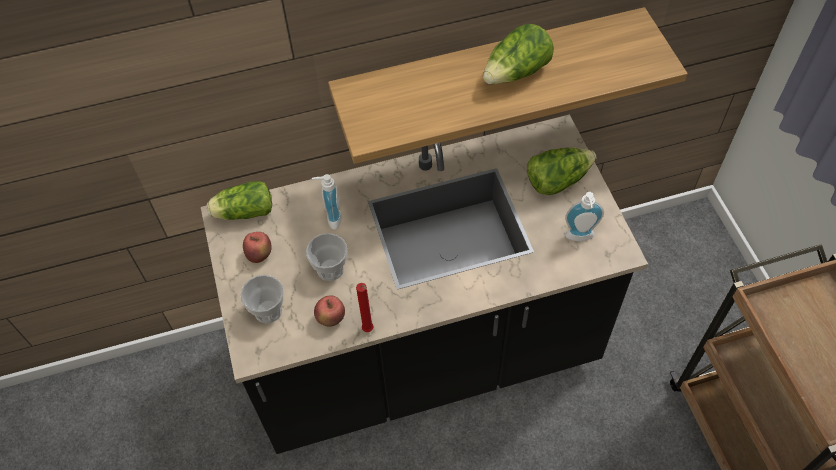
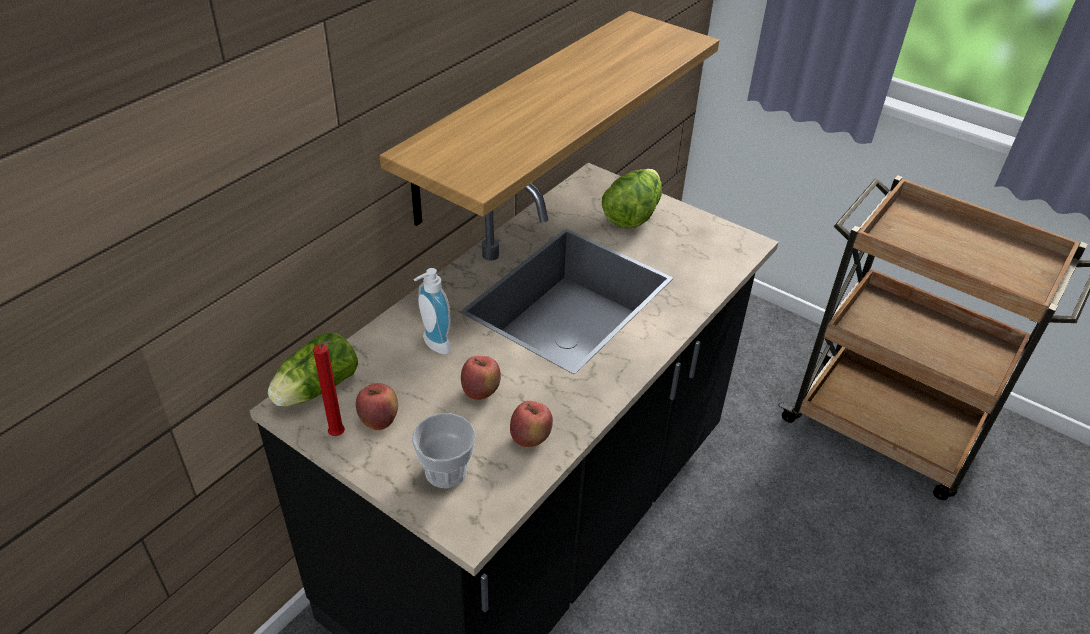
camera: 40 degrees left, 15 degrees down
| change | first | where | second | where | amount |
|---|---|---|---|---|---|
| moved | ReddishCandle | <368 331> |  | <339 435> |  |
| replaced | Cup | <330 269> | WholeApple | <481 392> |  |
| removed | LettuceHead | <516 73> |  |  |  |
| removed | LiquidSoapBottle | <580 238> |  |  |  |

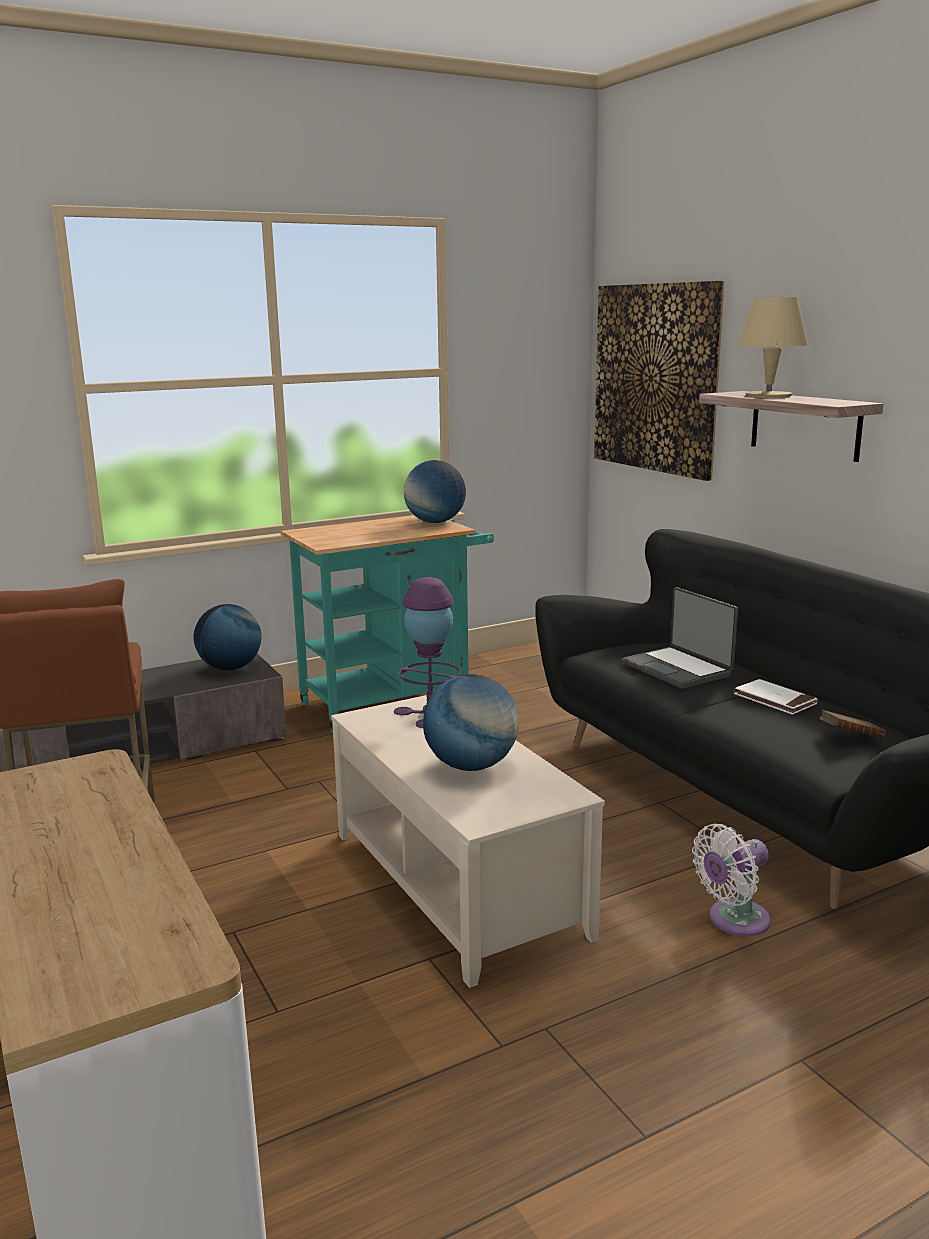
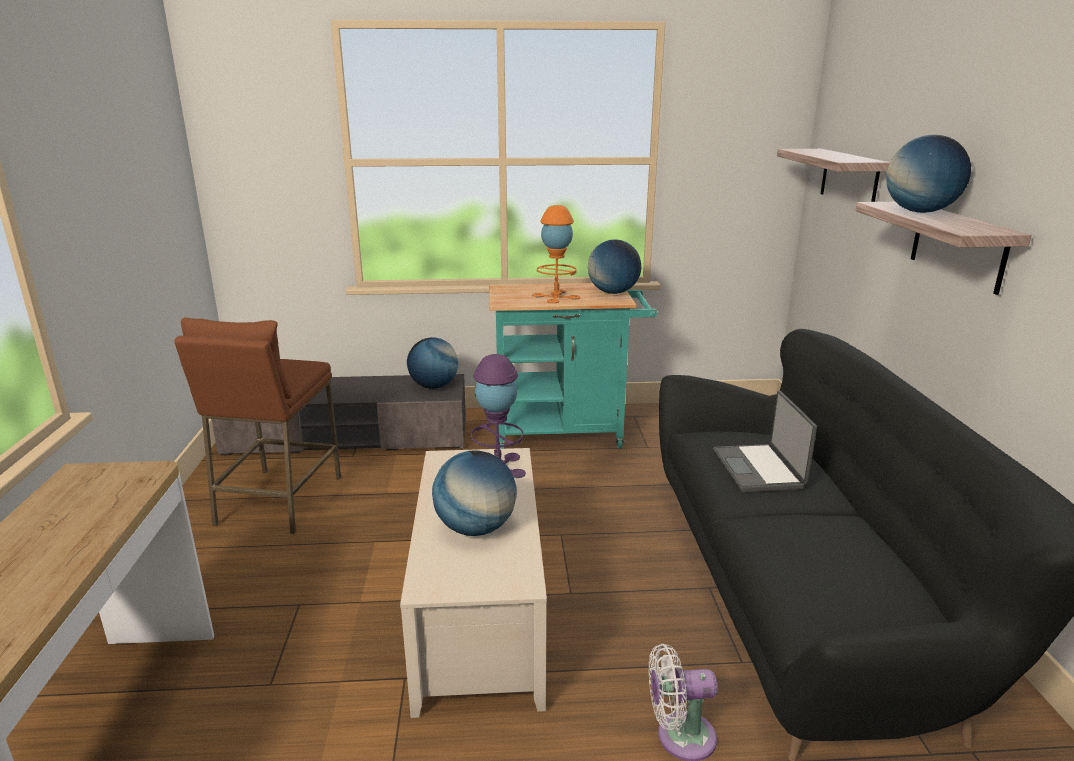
camera: 25 degrees right, 5 degrees up
| change | first | where | second | where | amount |
|---|---|---|---|---|---|
| added |  |  | OrangeTableLamp | <556 296> |  |
| replaced | WallPicture | <655 378> | WallShelf | <849 178> |  |
| replaced | BeigeTableLamp | <769 396> | WorldGlobe | <920 212> |  |
| removed | WhiteColouredBook | <775 700> |  |  |  |
| removed | BrownishBook | <850 738> |  |  |  |

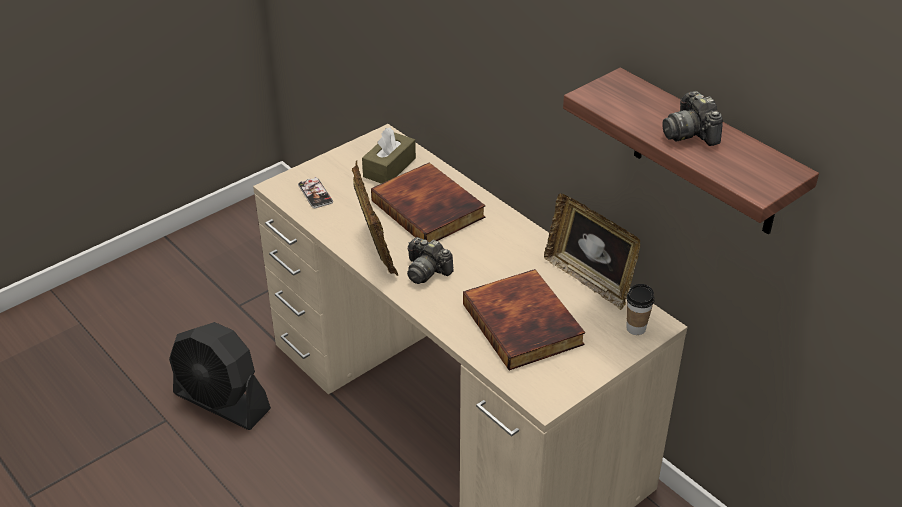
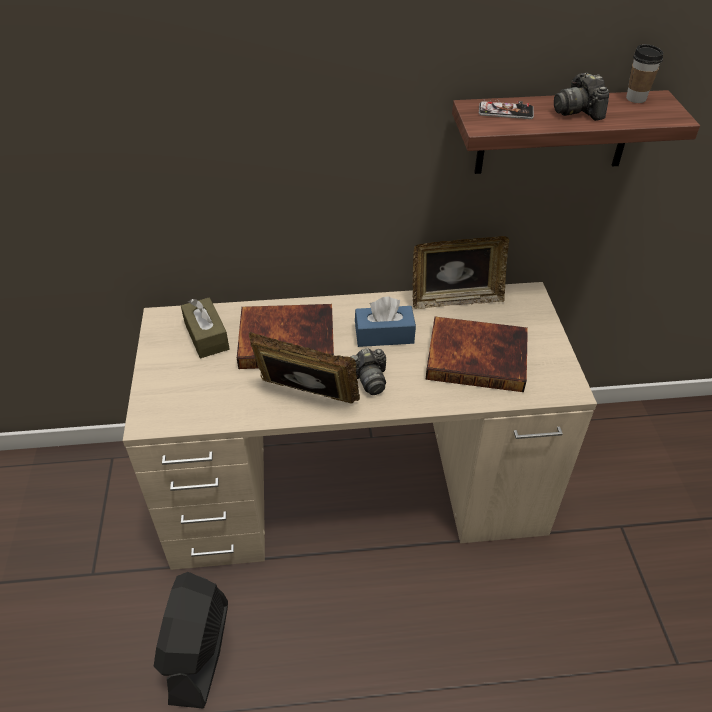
camera: 55 degrees left, 5 degrees up
| change | first | where | second | where | amount |
|---|---|---|---|---|---|
| turned | BlackColouredElectricFan | <222 402> |  | <199 652> | 120 degrees clockwise |
| added |  |  | BlueColouredTissueHolder | <384 335> |  |
| moved | Handset | <315 194> |  | <505 111> |  |
| turned | PhotoCamera | <690 133> |  | <578 110> | 60 degrees clockwise |
| moved | Cup | <636 328> |  | <636 98> |  |

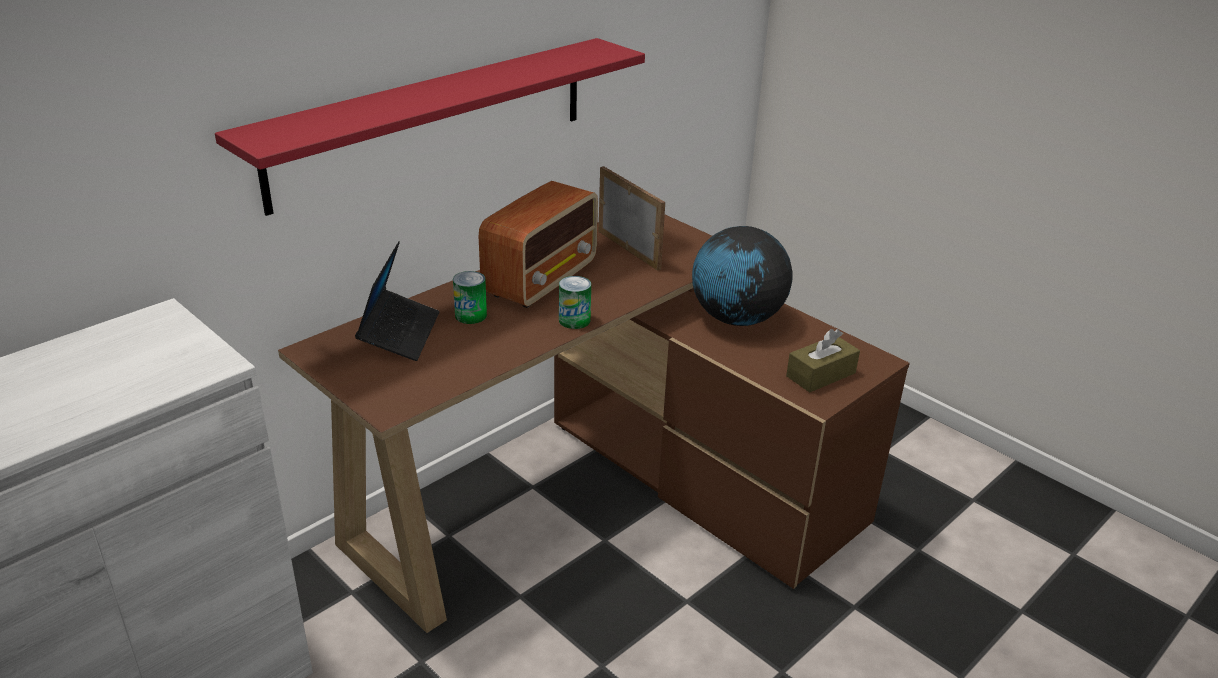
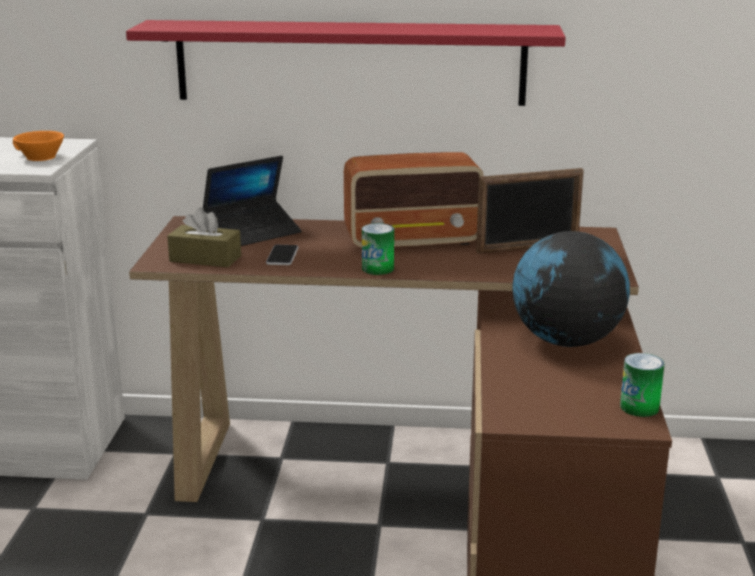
camera: 50 degrees right, 10 degrees down
| change | first | where | second | where | amount |
|---|---|---|---|---|---|
| added |  |  | OrangeCup | <38 157> |  |
| moved | BrownishTissueHolder | <821 375> |  | <205 258> |  |
| added |  |  | Handset | <282 256> |  |
| turned | StandingFrame | <629 249> |  | <528 248> | 60 degrees clockwise |
| moved | Can | <471 315> |  | <639 407> |  |

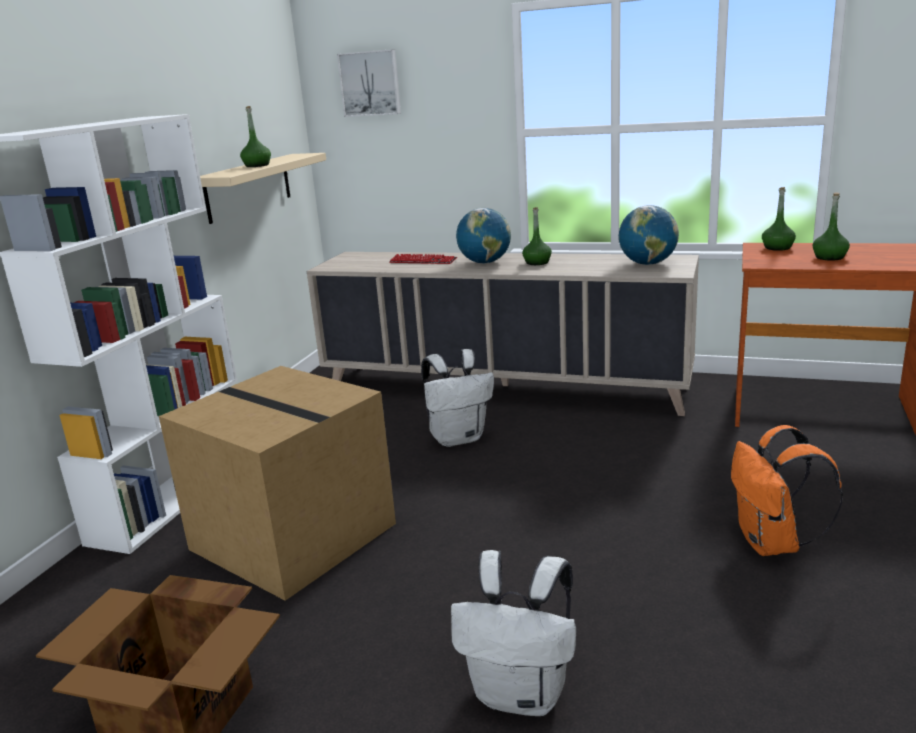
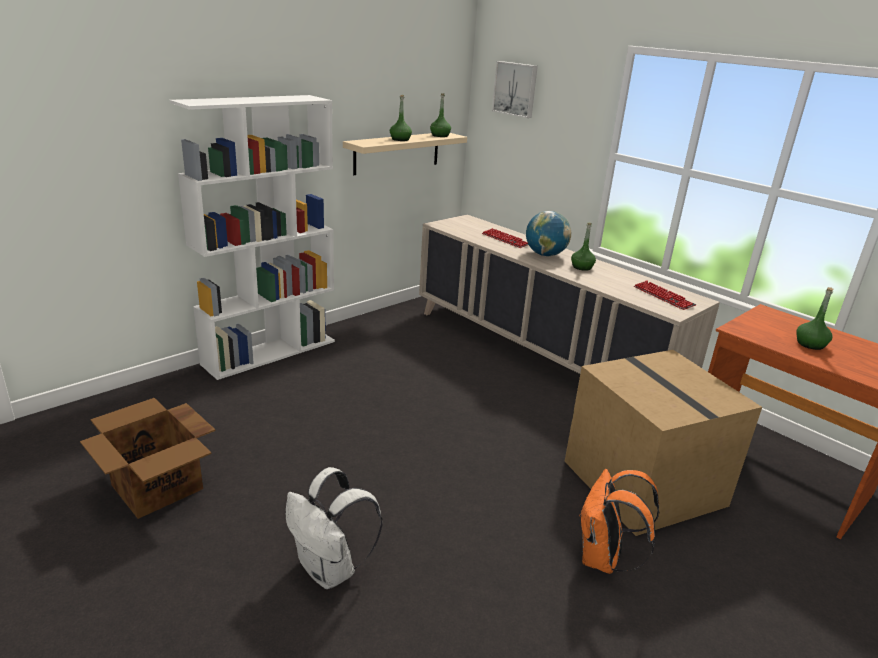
camera: 25 degrees right, 5 degrees up
| change | first | where | second | where | amount |
|---|---|---|---|---|---|
| moved | GreenishBottle | <777 248> |  | <440 135> |  |
| moved | PackingBox | <297 536> |  | <646 483> |  |
| replaced | WorldGlobe | <647 264> | ComputerKeyboard | <663 296> |  |
| removed | WhiteColouredKnapsack | <458 438> |  |  |  |

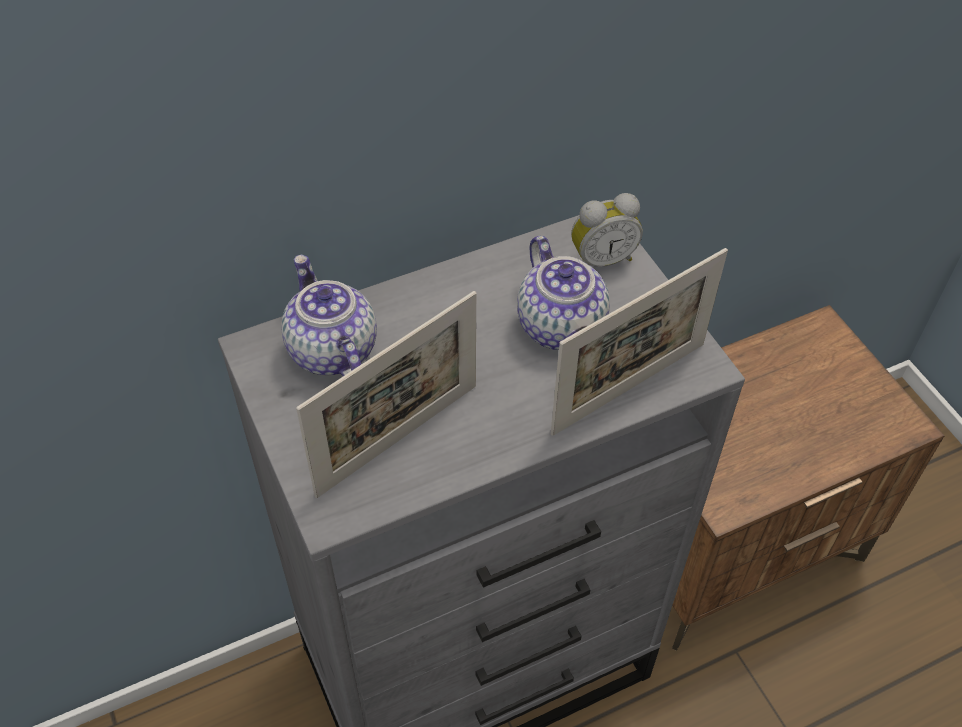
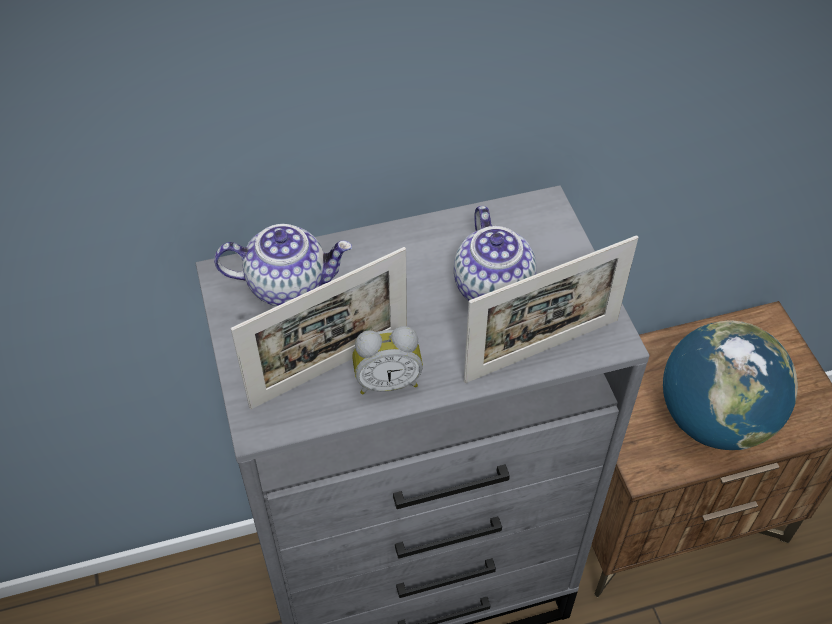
camera: 10 degrees right, 0 degrees up
| change | first | where | second | where | amount |
|---|---|---|---|---|---|
| turned | Teapot | <331 350> |  | <288 284> | 105 degrees clockwise |
| moved | AlarmClock | <601 259> |  | <387 381> |  |
| added |  |  | WorldGlobe | <713 419> |  |

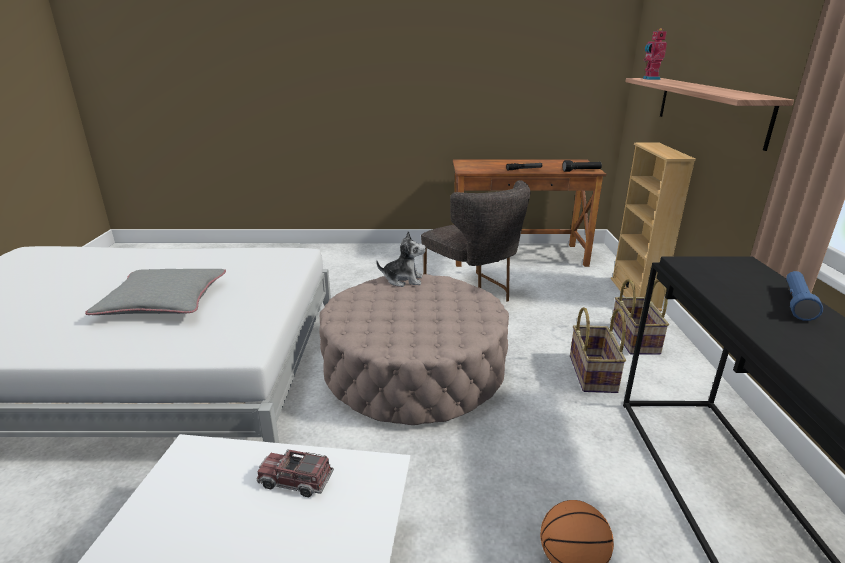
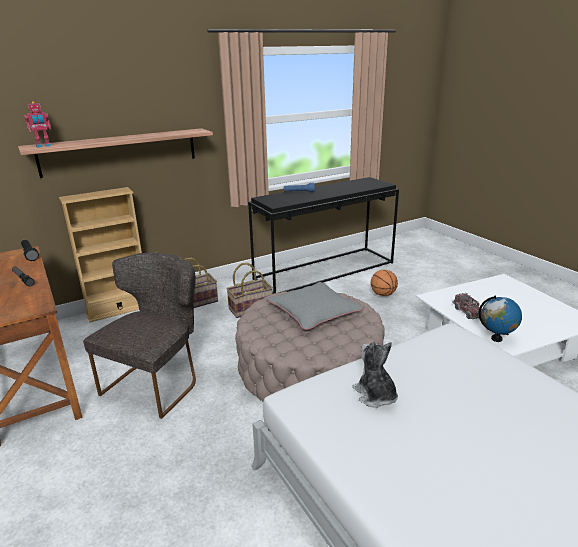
camera: 120 degrees left, 0 degrees up
| change | first | where | second | where | amount |
|---|---|---|---|---|---|
| moved | GrayCushion | <164 301> |  | <314 311> |  |
| moved | CuddlyToy | <403 280> |  | <375 395> |  |
| added |  |  | WorldGlobe | <496 338> |  |

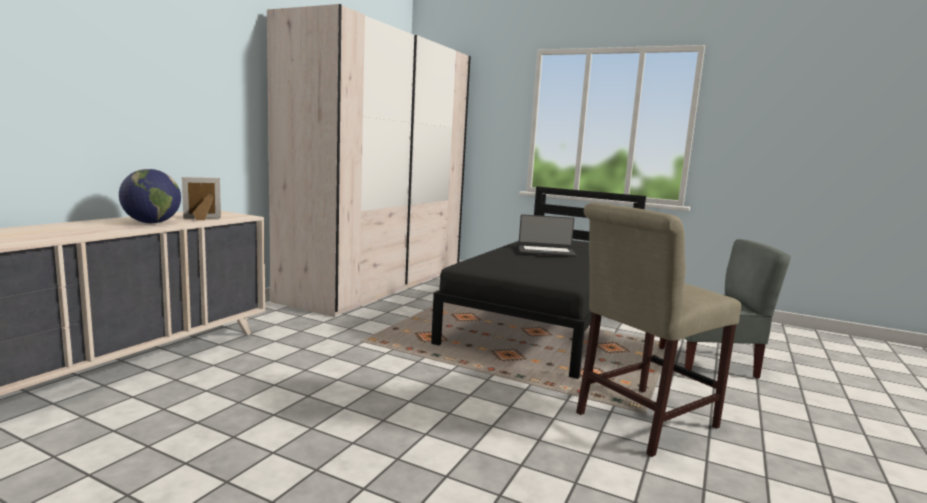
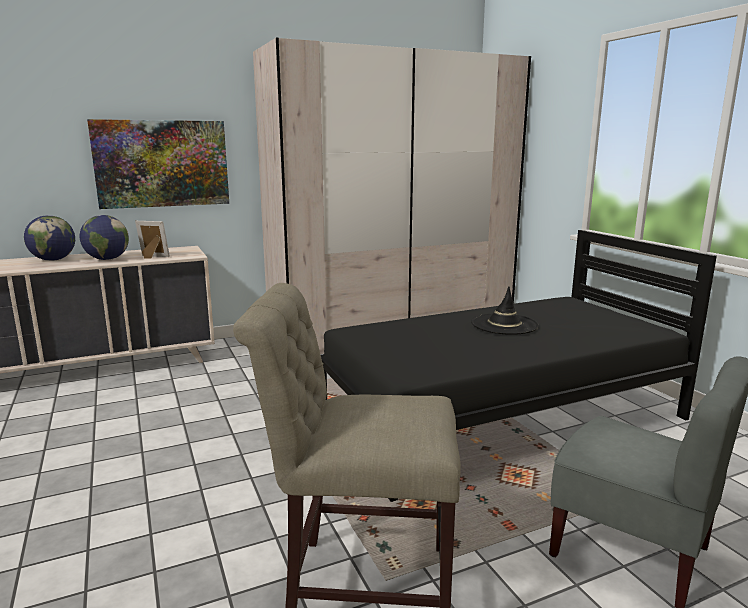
camera: 40 degrees right, 5 degrees up
| change | first | where | second | where | amount |
|---|---|---|---|---|---|
| added |  |  | WorldGlobe | <53 260> |  |
| added |  |  | WallPicture | <162 163> |  |
| replaced | PortableComputer | <546 251> | BlackColouredWearableHat | <504 324> |  |

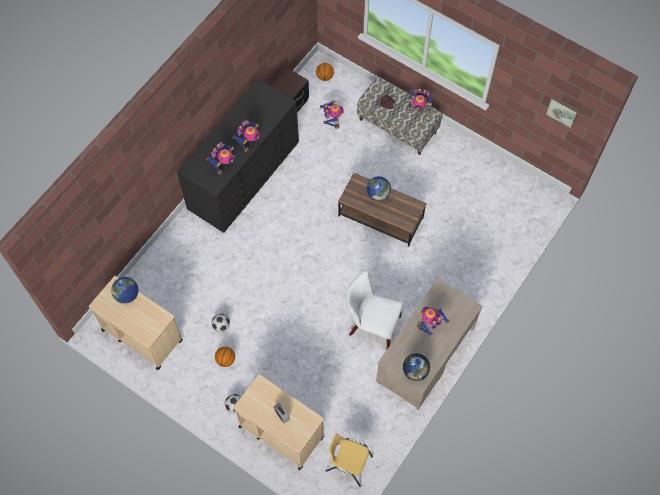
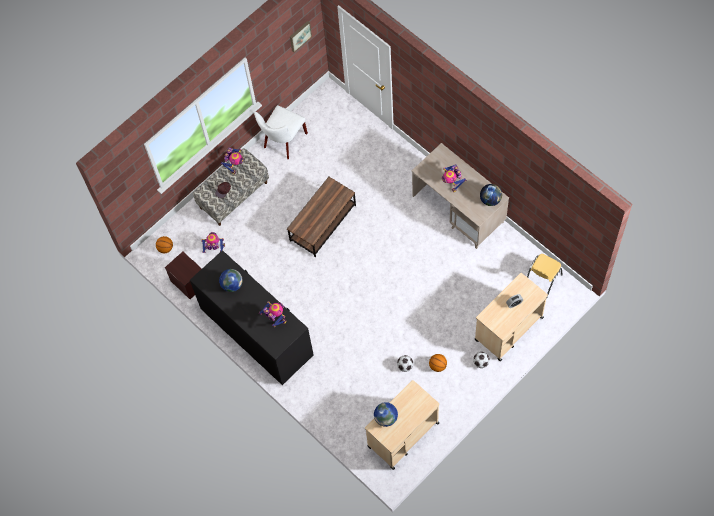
camera: 75 degrees left, 0 degrees up
| change | first | where | second | where | amount |
|---|---|---|---|---|---|
| moved | WorldGlobe | <378 194> |  | <232 285> |  |
| moved | WhiteColouredChair | <371 325> |  | <283 142> |  |
| removed | ModelRobot | <249 141> |  |  |  |

